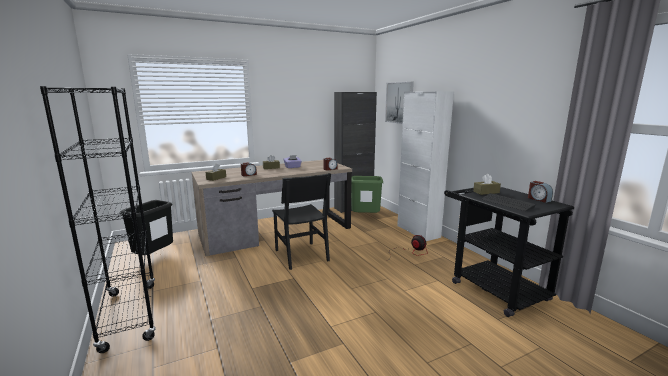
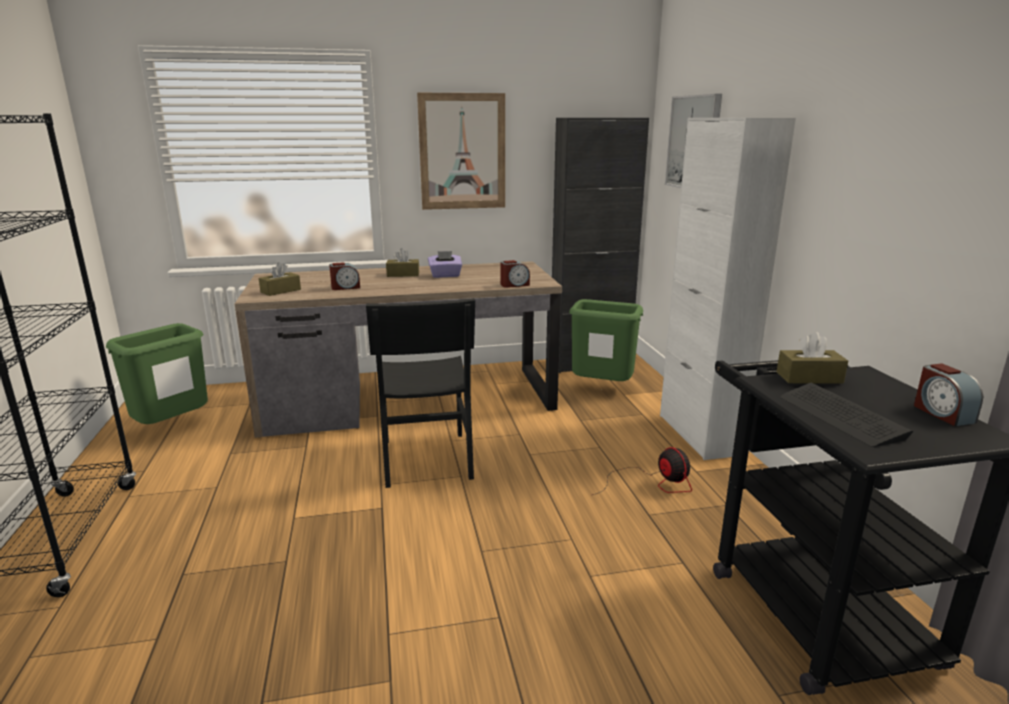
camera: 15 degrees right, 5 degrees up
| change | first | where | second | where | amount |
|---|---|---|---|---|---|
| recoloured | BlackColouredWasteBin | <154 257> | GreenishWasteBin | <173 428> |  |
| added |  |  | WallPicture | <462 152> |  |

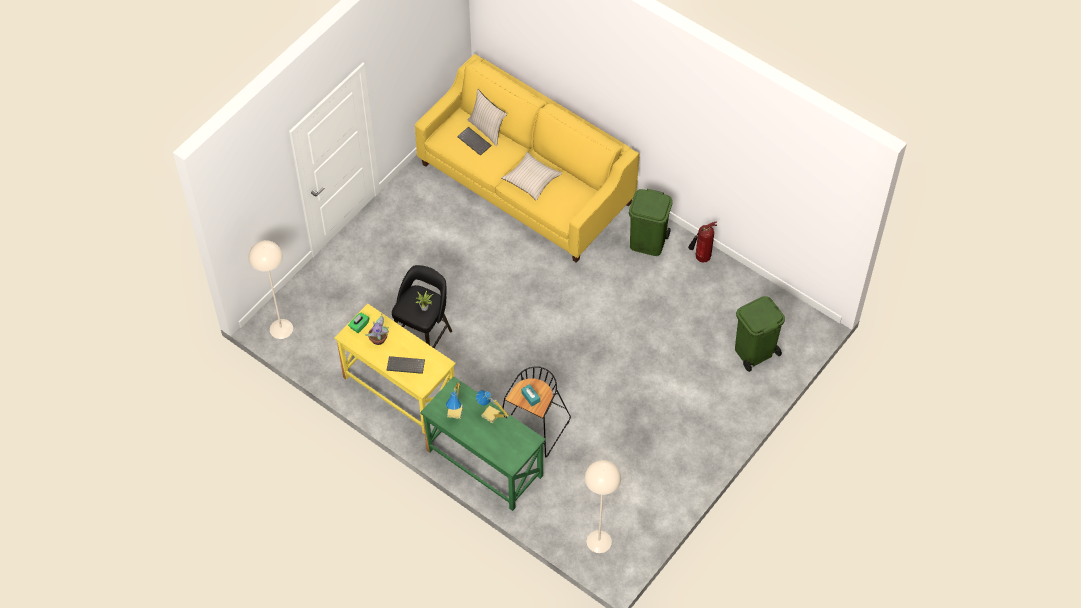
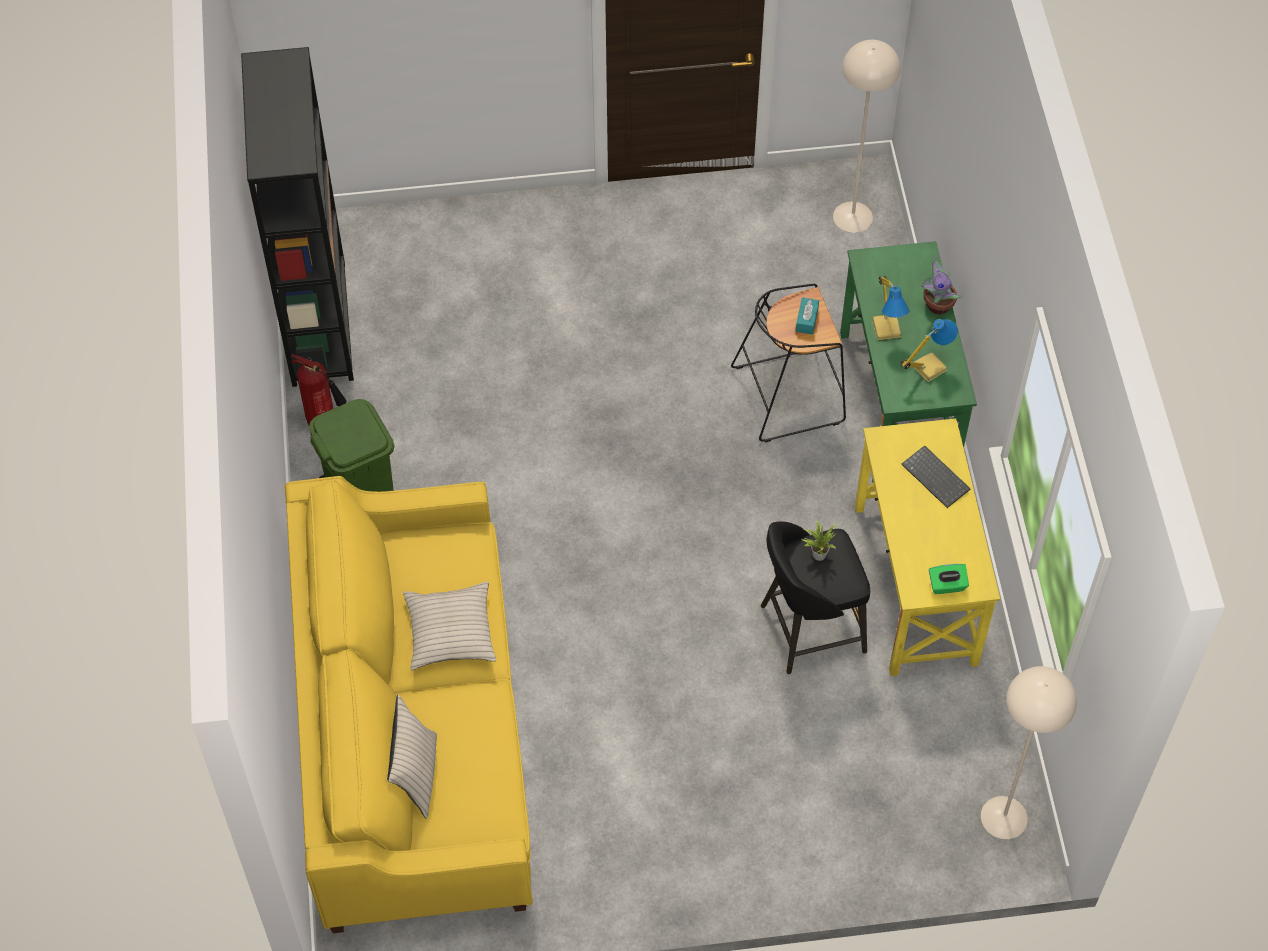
camera: 135 degrees left, 0 degrees up
| change | first | where | second | where | amount |
|---|---|---|---|---|---|
| added |  |  | BlackColouredBookshelf | <319 323> |  |
| moved | PlantInAPot | <379 339> |  | <936 305> |  |
| removed | ComputerKeyboard | <475 141> |  |  |  |
| removed | GreenishWasteBin | <754 352> |  |  |  |

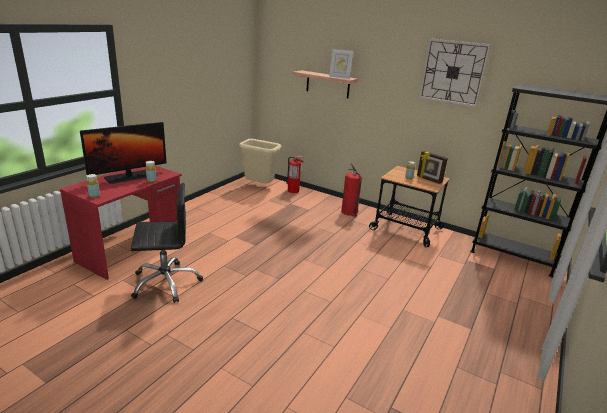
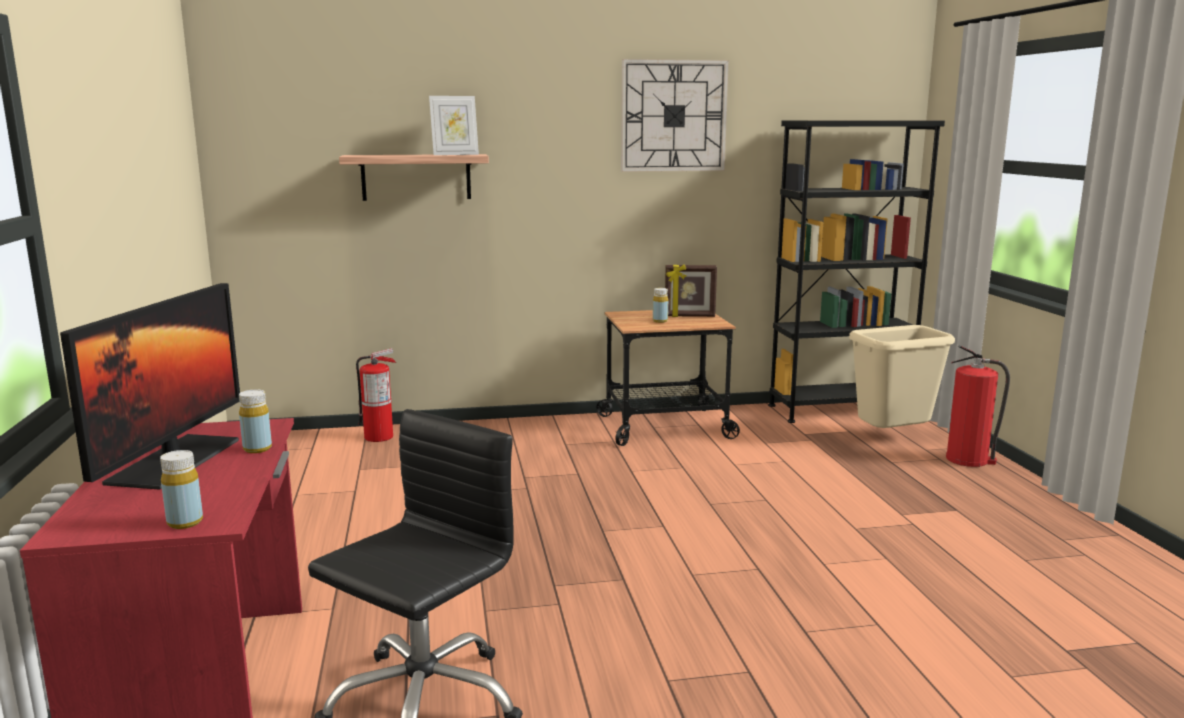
camera: 40 degrees left, 10 degrees down
| change | first | where | second | where | amount |
|---|---|---|---|---|---|
| moved | BeigeWasteBin | <259 186> |  | <891 439> |  |
| moved | FireFightingCylinder | <349 212> |  | <968 460> |  |

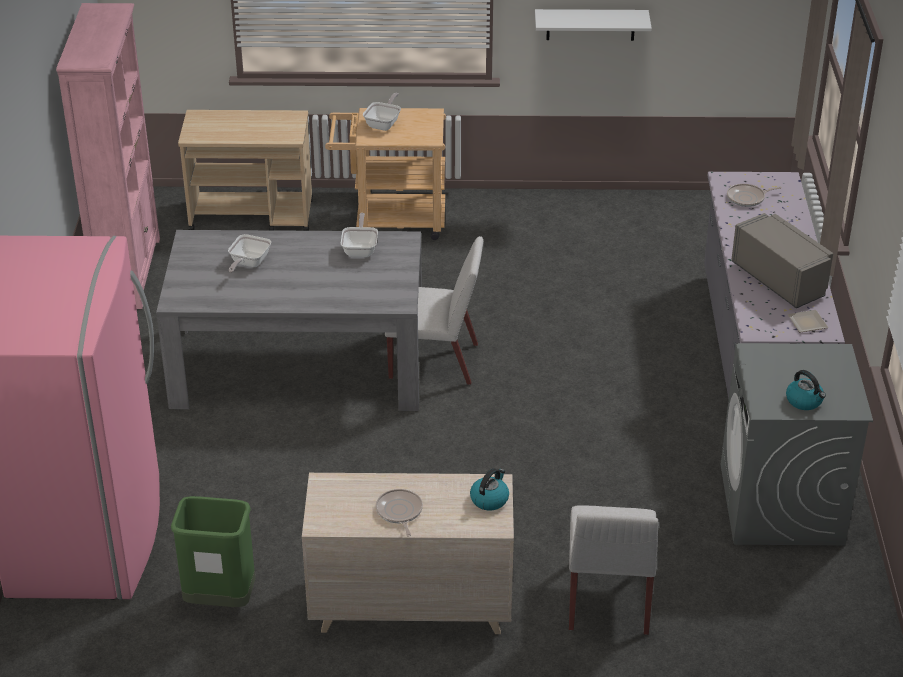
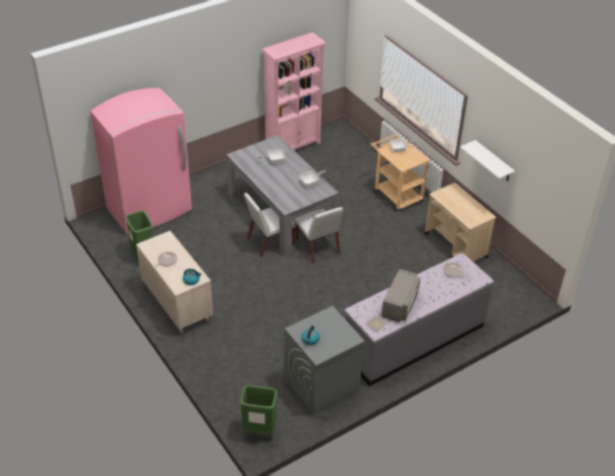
camera: 55 degrees right, 5 degrees up
| change | first | where | second | where | amount |
|---|---|---|---|---|---|
| added |  |  | GreenishWasteBin | <259 431> |  |
| moved | WhiteColouredChair | <609 599> |  | <269 242> |  |
| moved | BeigeTrolley | <252 216> |  | <456 246> |  |

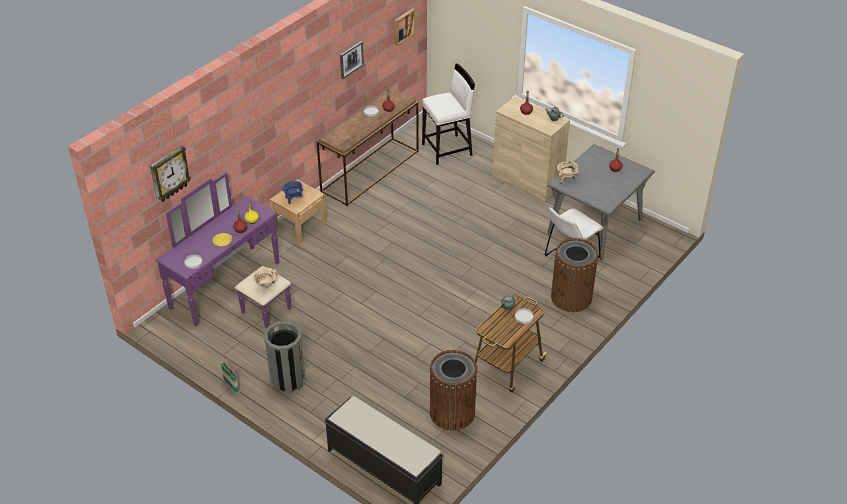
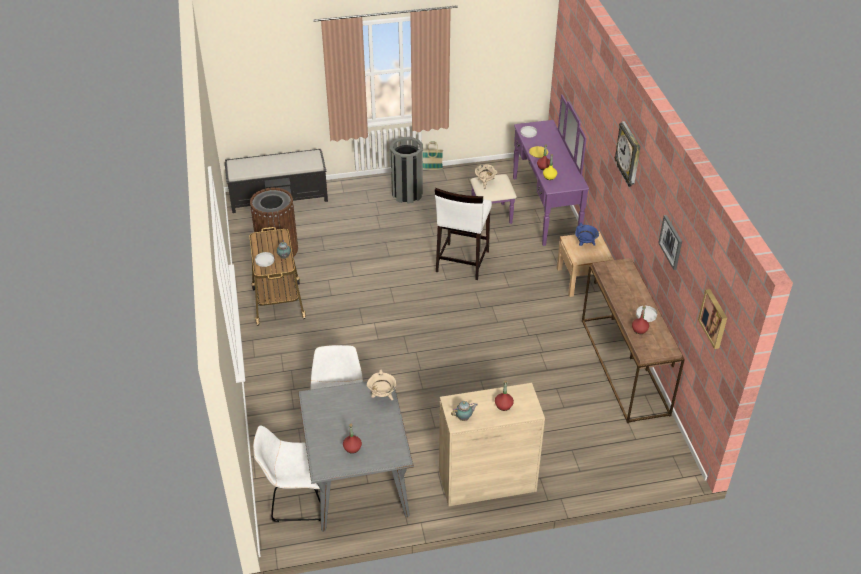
camera: 130 degrees right, 0 degrees up
| change | first | where | second | where | amount |
|---|---|---|---|---|---|
| added |  |  | WhiteColouredChair | <296 499> |  |
| moved | WhiteColouredSittingStool | <447 150> |  | <461 262> |  |
| moved | HangingClock | <169 174> |  | <629 155> |  |
| removed | BrownishWasteBin | <571 298> |  |  |  |

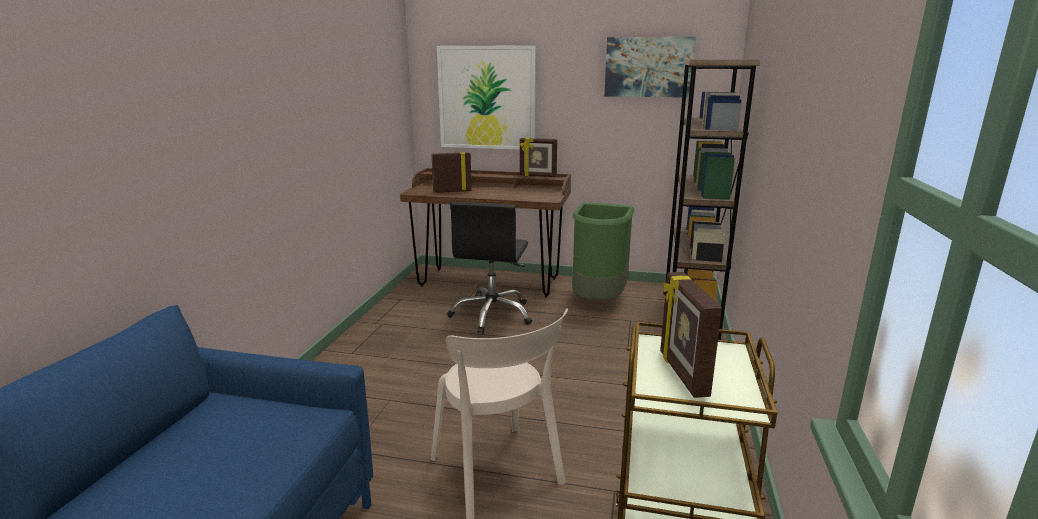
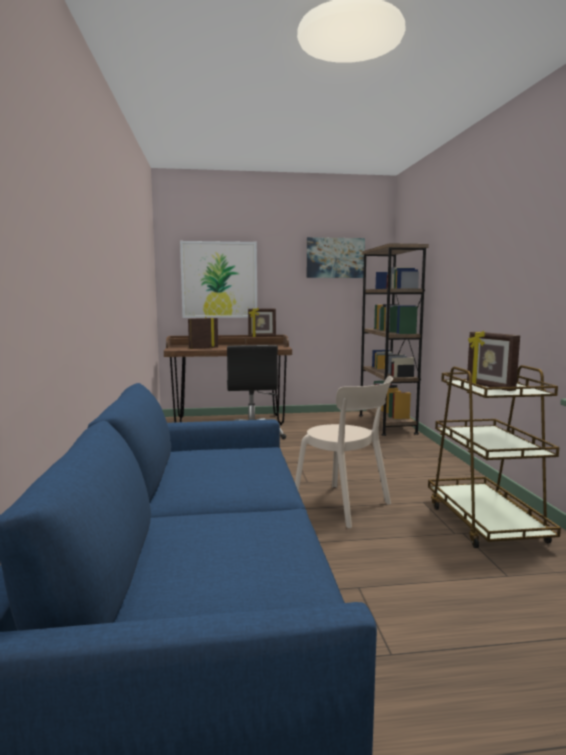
camera: 20 degrees left, 10 degrees down
| change | first | where | second | where | amount |
|---|---|---|---|---|---|
| removed | GreenishWasteBin | <598 301> |  |  |  |

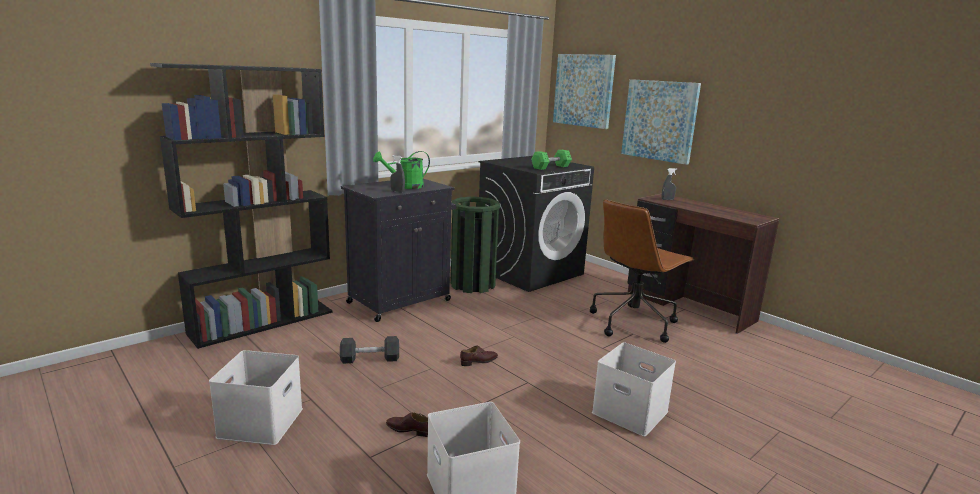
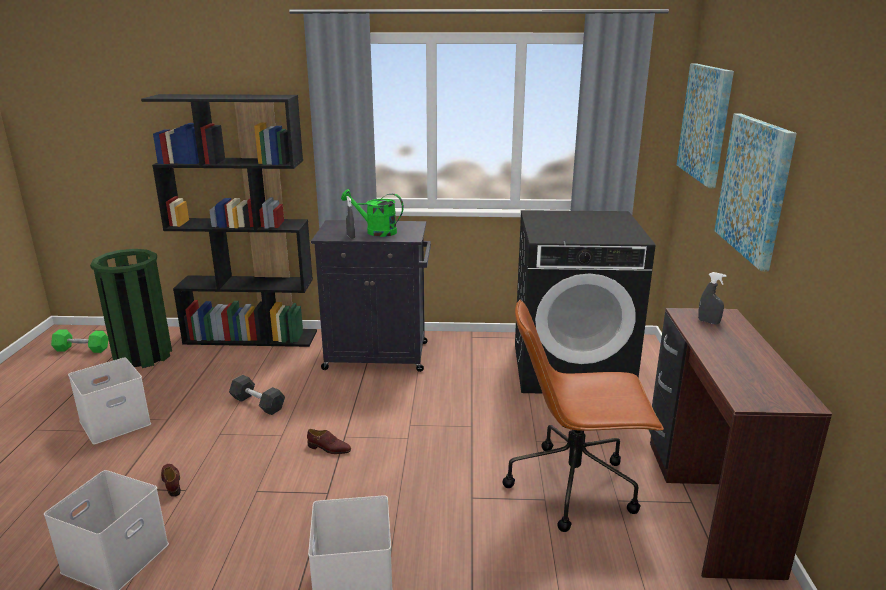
camera: 45 degrees right, 5 degrees up
| change | first | where | second | where | amount |
|---|---|---|---|---|---|
| moved | GreenishFreeWeight | <551 167> |  | <82 349> |  |
| moved | GreenishWasteBin | <472 284> |  | <143 355> |  |

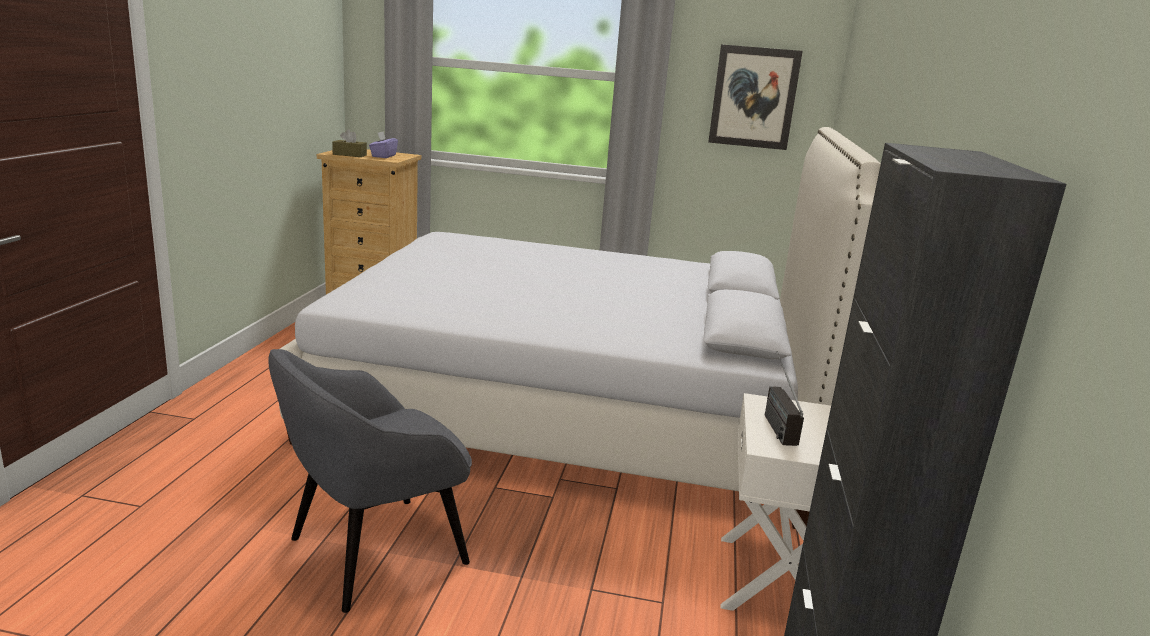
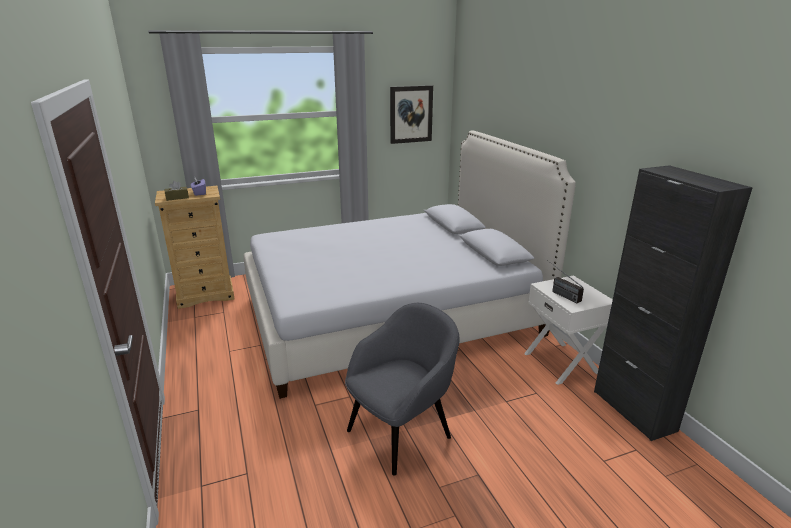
camera: 30 degrees left, 5 degrees up
| change | first | where | second | where | amount |
|---|---|---|---|---|---|
| turned | GrayArmchair | <374 552> |  | <400 432> | 150 degrees counterclockwise |

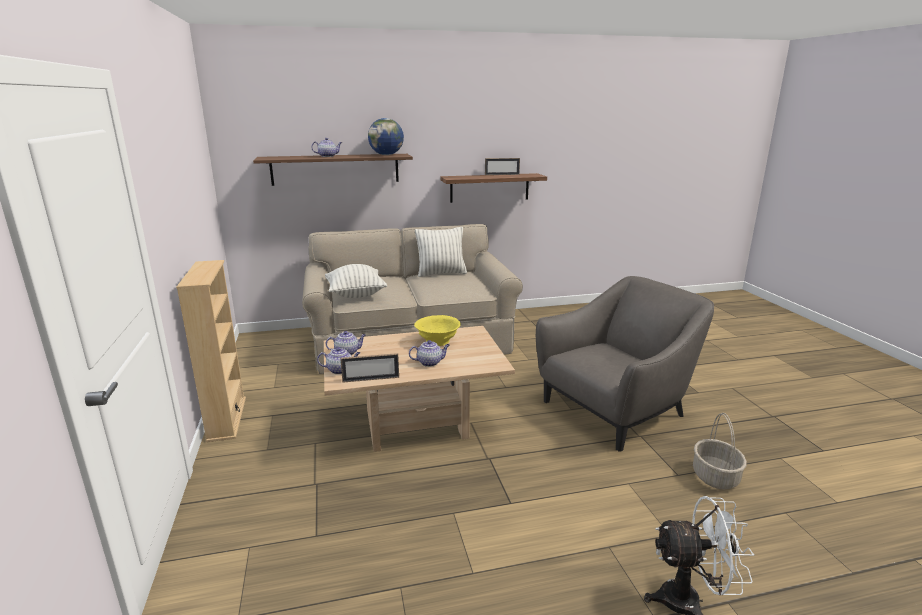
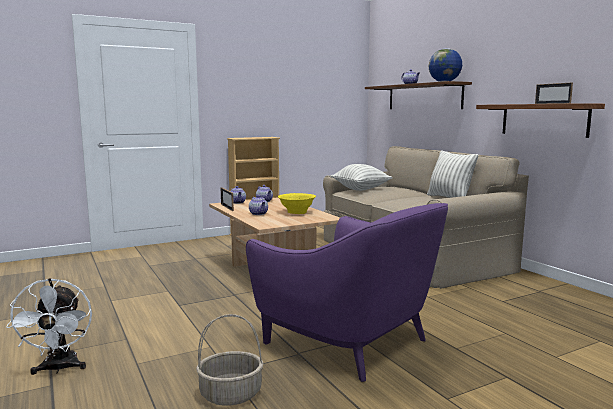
camera: 75 degrees right, 10 degrees down
| change | first | where | second | where | amount |
|---|---|---|---|---|---|
| recoloured | GrayArmchair | <615 409> | PurpleArmchair | <348 341> |  |

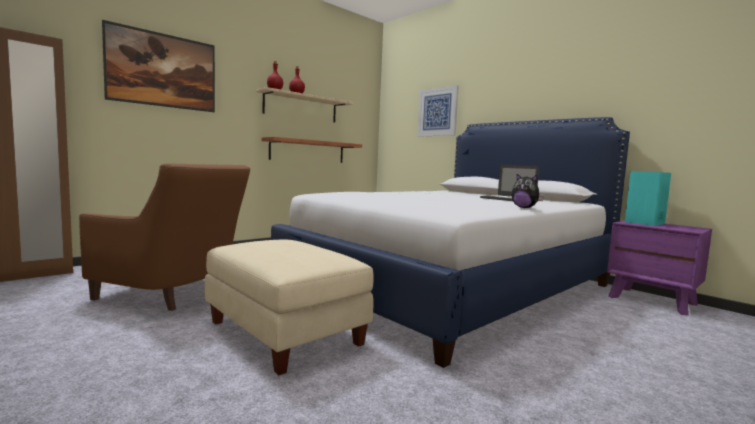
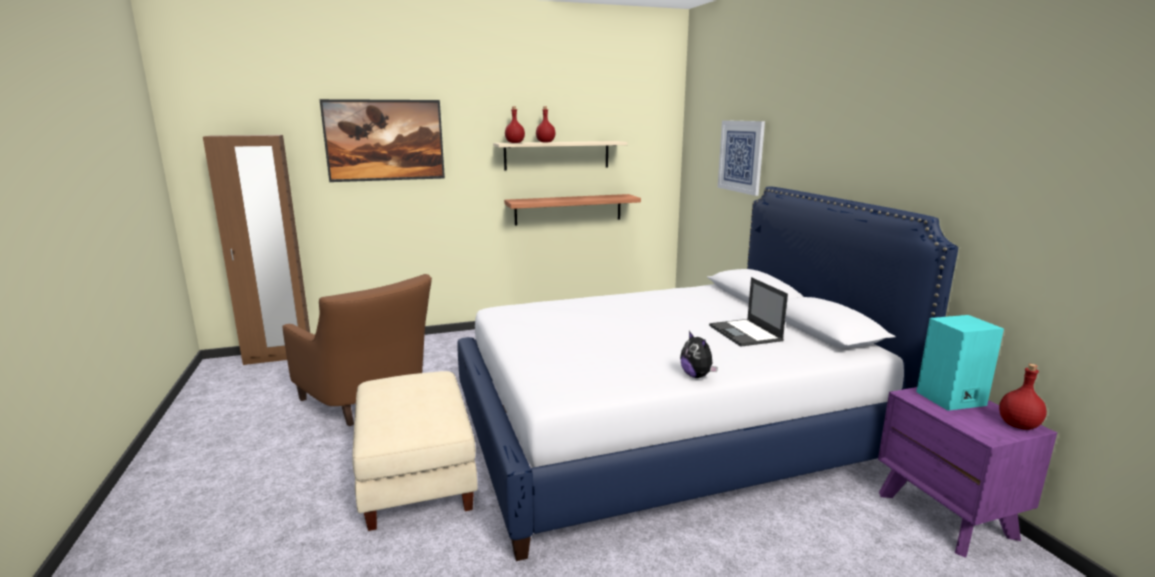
camera: 25 degrees right, 10 degrees up
| change | first | where | second | where | amount |
|---|---|---|---|---|---|
| added |  |  | ReddishBottle | <1018 425> |  |

